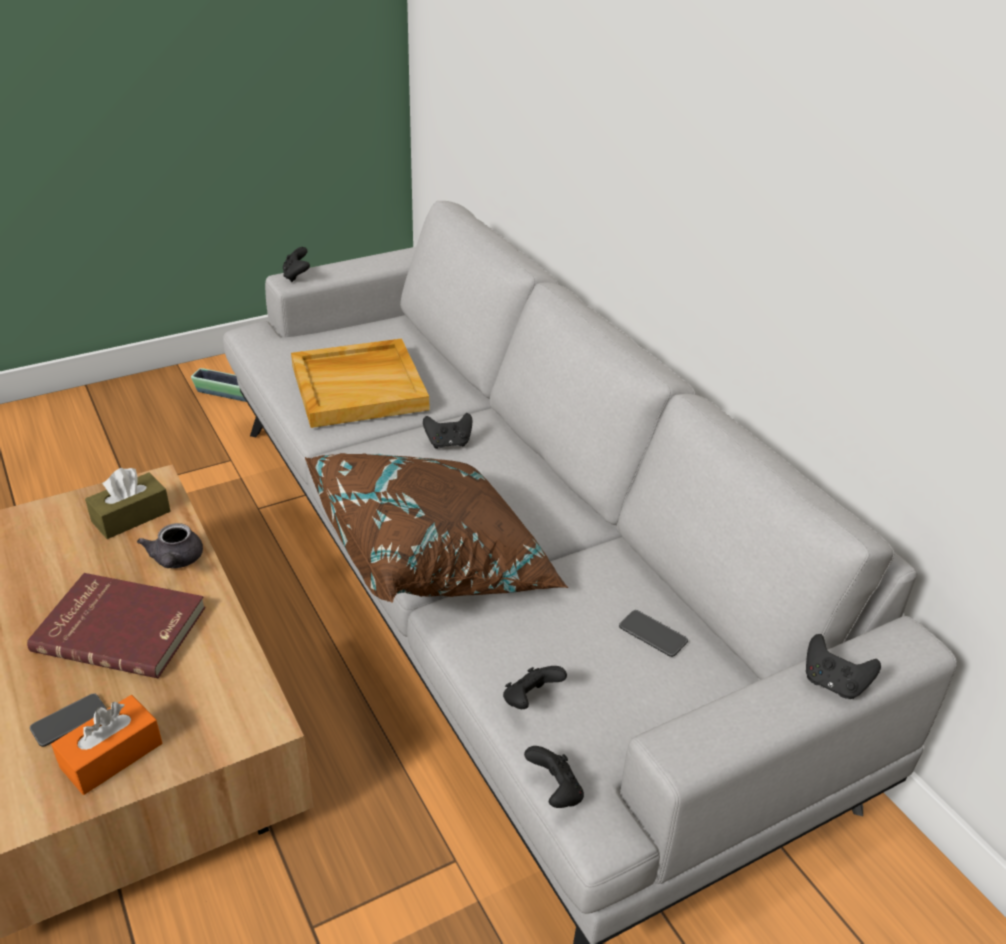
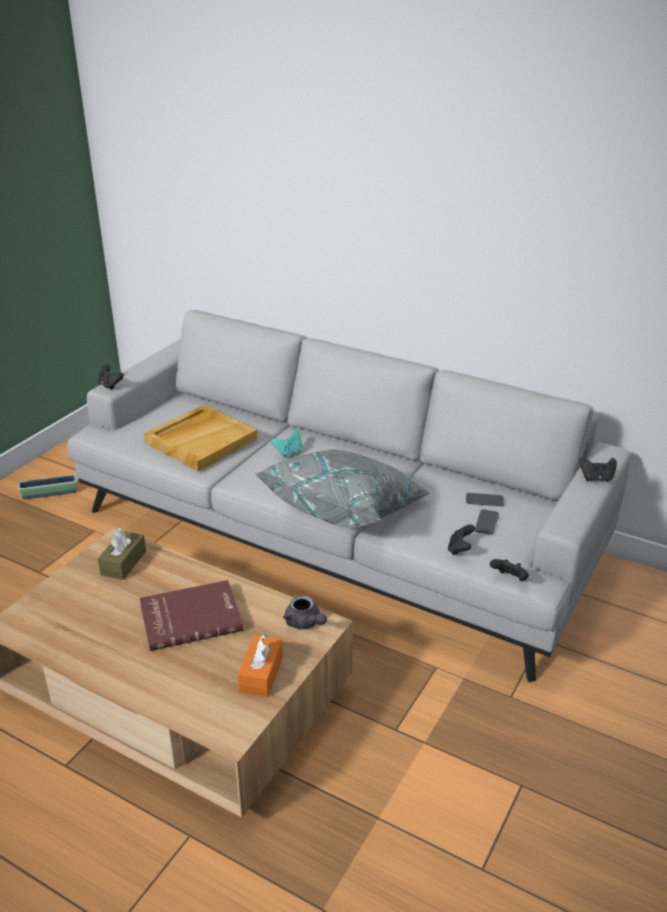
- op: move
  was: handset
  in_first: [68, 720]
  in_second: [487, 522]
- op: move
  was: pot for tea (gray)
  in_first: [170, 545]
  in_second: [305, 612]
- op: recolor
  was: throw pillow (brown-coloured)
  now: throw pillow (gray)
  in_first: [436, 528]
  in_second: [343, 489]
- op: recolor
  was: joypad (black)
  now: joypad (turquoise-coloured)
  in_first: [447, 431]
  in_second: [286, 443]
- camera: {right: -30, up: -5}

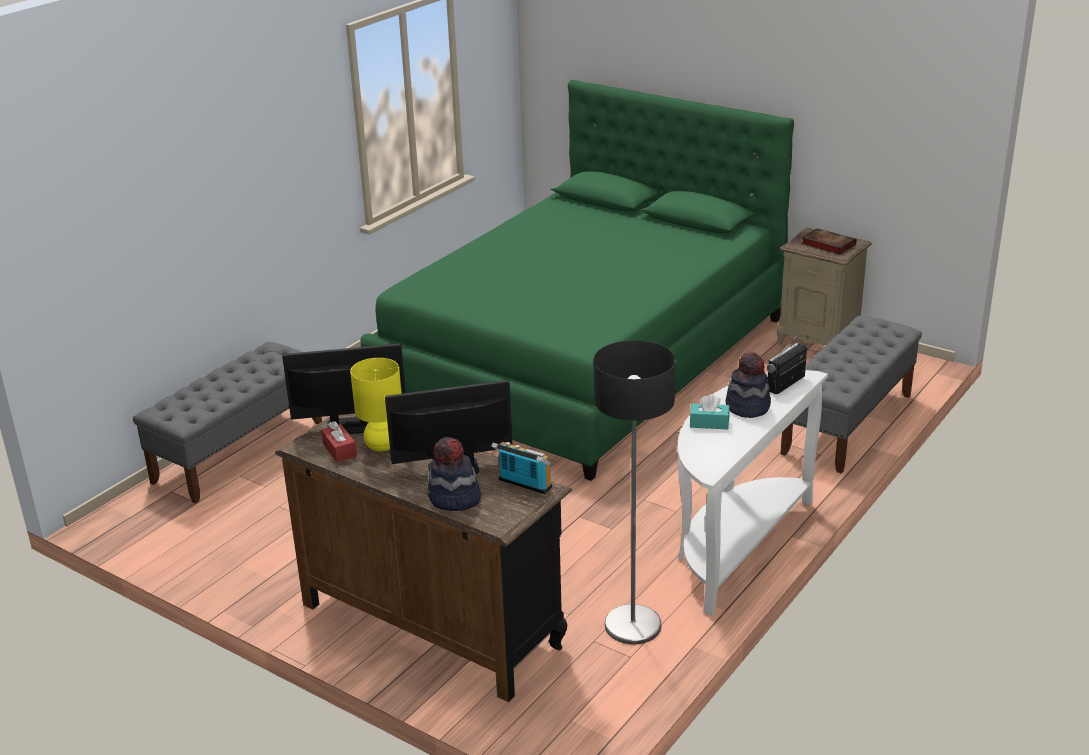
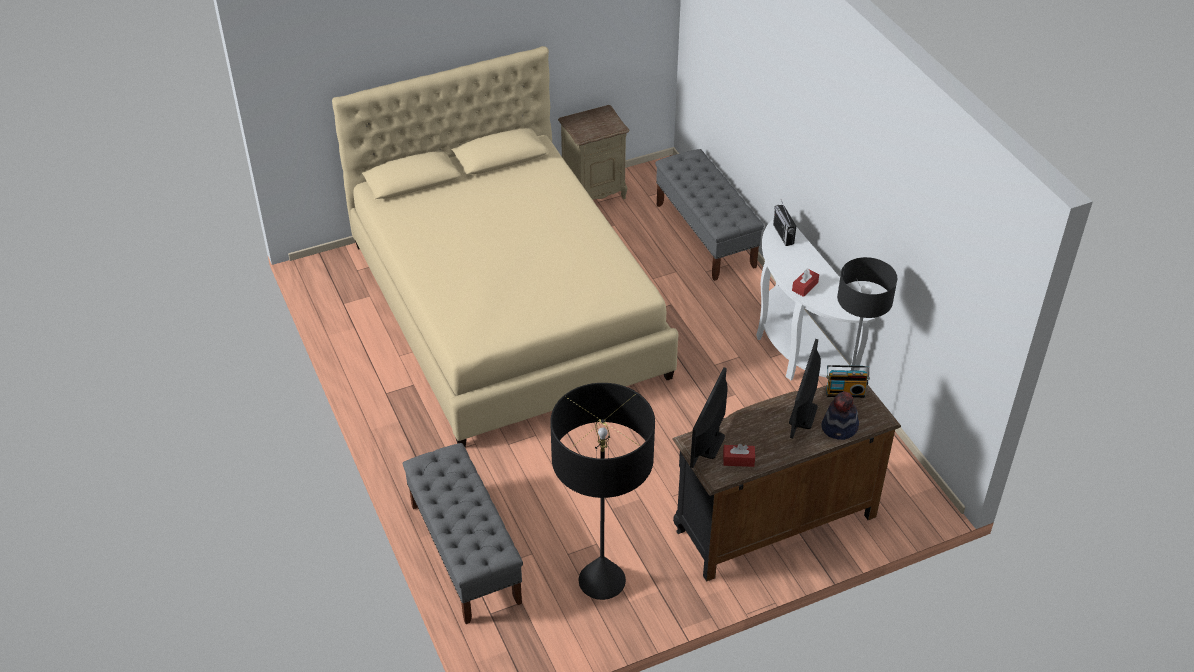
- op: delete
  was: lamp for a table (yellow)
  in_first: [376, 405]
- op: delete
  was: hat
  in_first: [748, 385]
- op: delete
  was: volume
  in_first: [829, 241]
- op: insert
  now: standing lamp (black)
  in_second: [602, 491]
- op: recolor
  was: sleeping bed (green-coloured)
  now: sleeping bed (sand-coloured)
  in_first: [577, 280]
  in_second: [505, 246]
- op: recolor
  was: tissue box (turquoise-coloured)
  now: tissue box (red)
  in_first: [710, 411]
  in_second: [805, 282]
- op: rotate
  was: radio set
  in_first: [521, 468]
  in_second: [848, 381]
  clockwise: -150
- camera: {right: -60, up: 15}

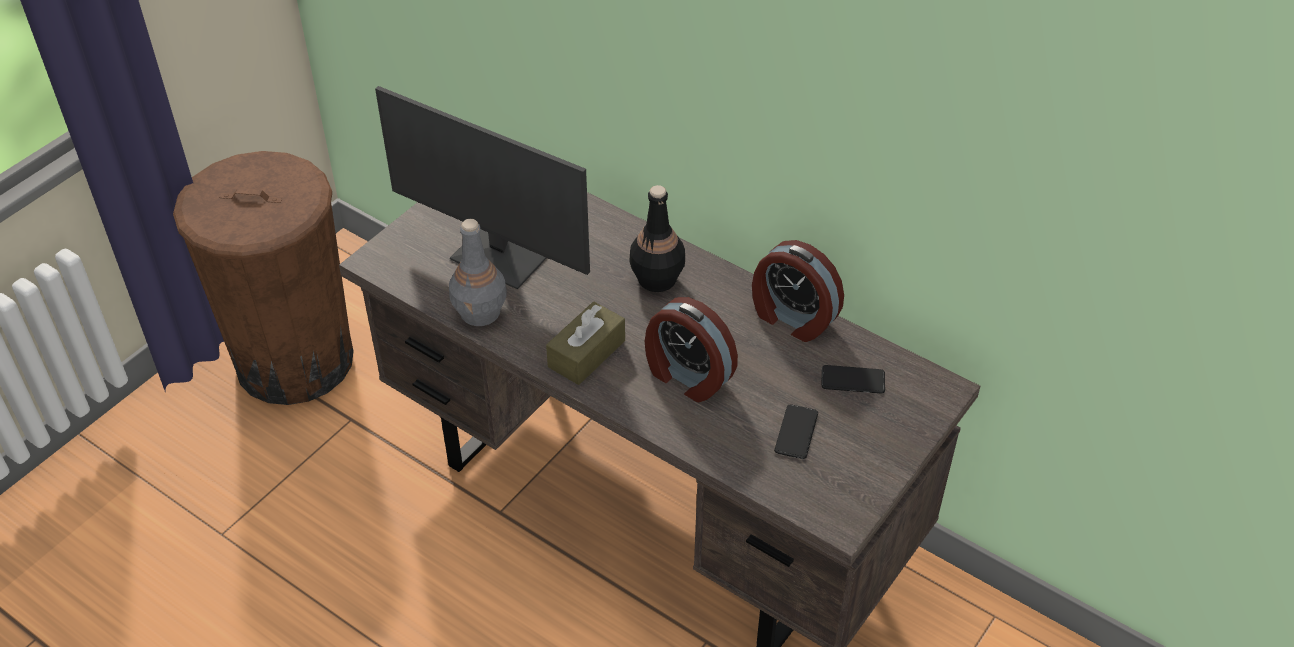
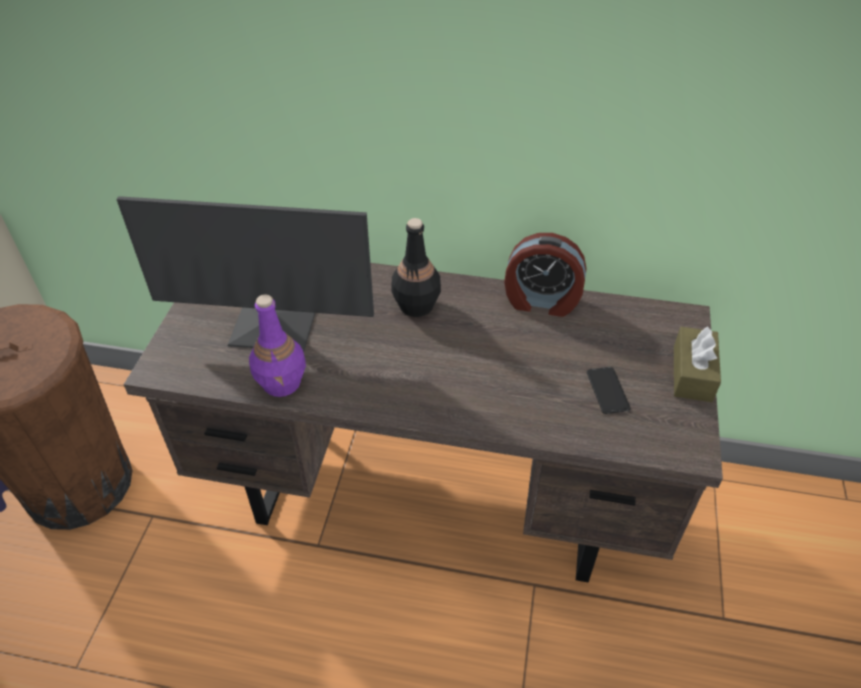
- op: delete
  was: table clock
  in_first: [691, 349]
- op: delete
  was: handset
  in_first: [853, 379]
- op: move
  was: tissue box (brown-coloured)
  in_first: [585, 343]
  in_second: [697, 364]
- op: recolor
  was: bottle (gray)
  now: bottle (purple-coloured)
  in_first: [478, 272]
  in_second: [277, 345]
- camera: {right: -25, up: 0}

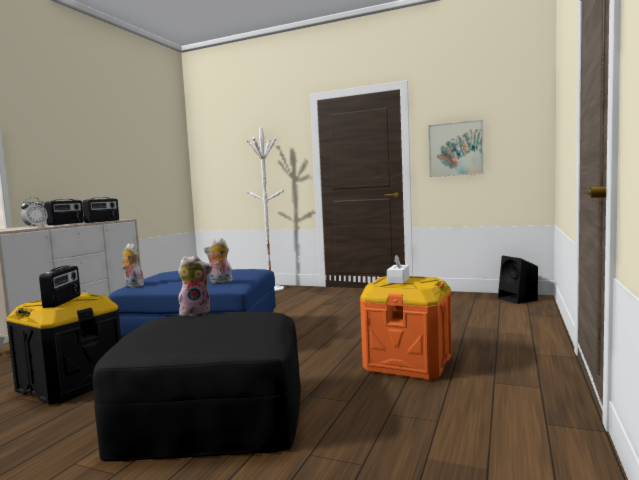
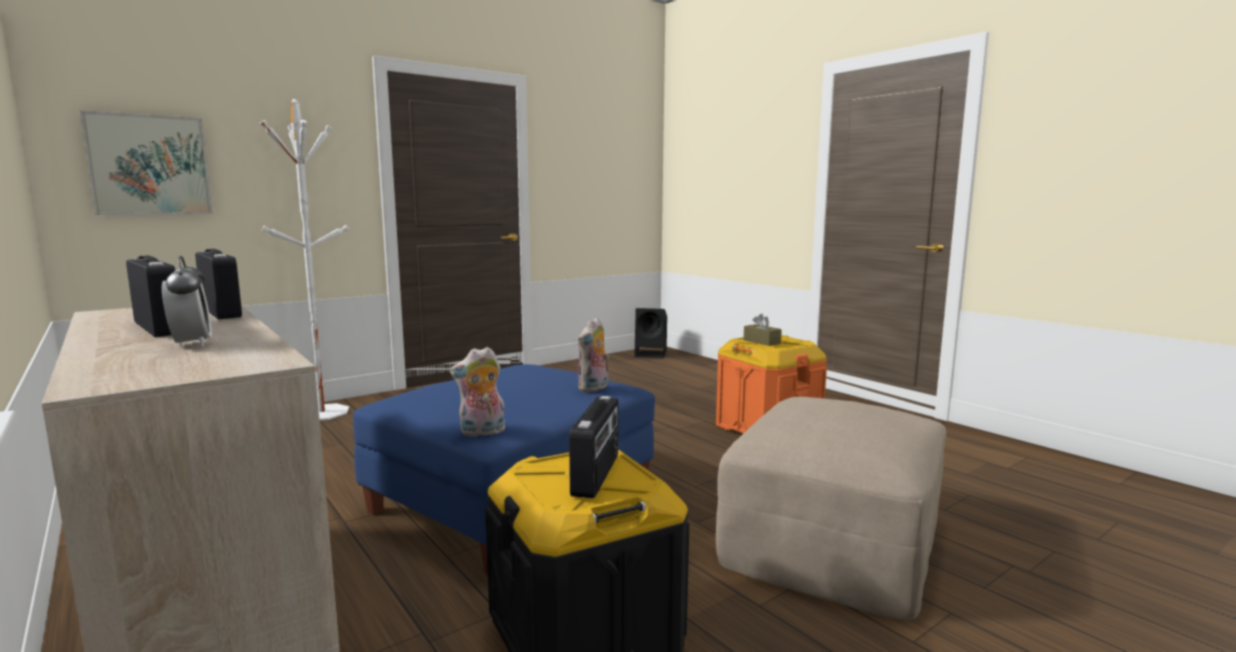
- op: delete
  was: soft toy
  in_first: [195, 285]
- op: move
  was: wall picture
  in_first: [456, 148]
  in_second: [146, 162]
- op: recolor
  was: pouffe (black)
  now: pouffe (sand-coloured)
  in_first: [197, 386]
  in_second: [831, 509]
- op: recolor
  was: tissue box (white-coloured)
  now: tissue box (brown-coloured)
  in_first: [398, 269]
  in_second: [763, 330]
- op: rotate
  was: radio set
  in_first: [60, 286]
  in_second: [593, 447]
  clockwise: 75
- camera: {right: -60, up: 5}

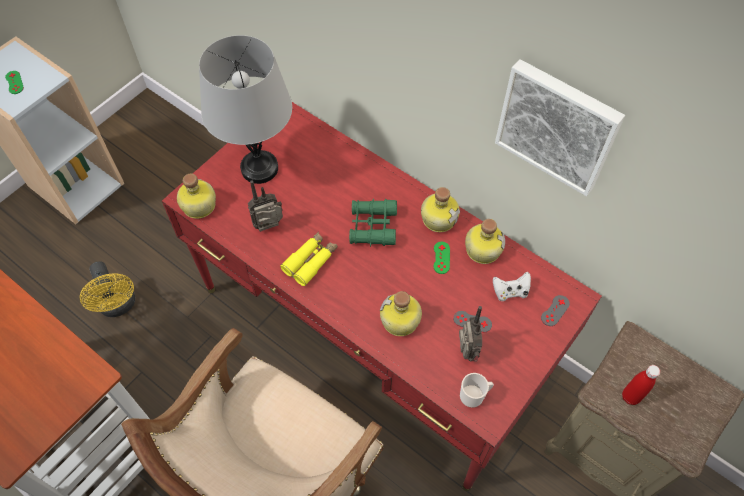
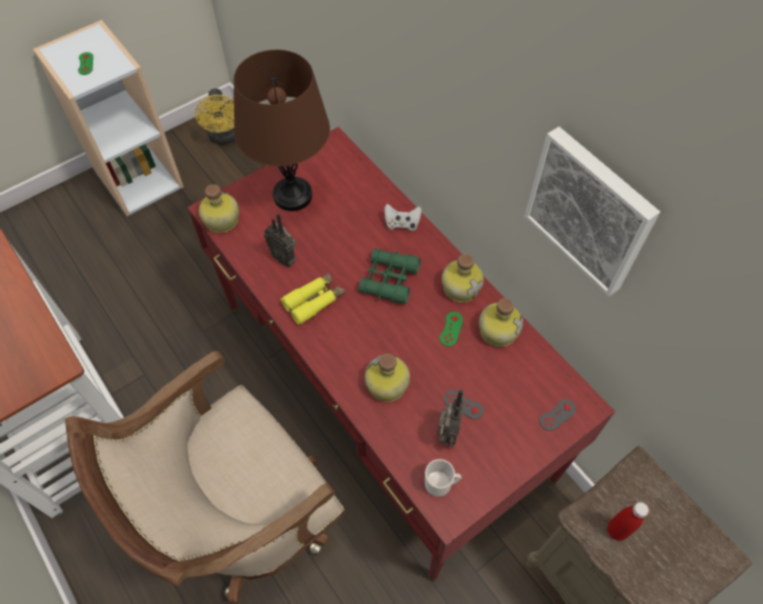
- op: move
  was: electric fan (yellow)
  in_first: [107, 289]
  in_second: [215, 116]
- op: move
  was: joypad (white-coloured)
  in_first: [512, 286]
  in_second: [403, 217]
- op: recolor
  was: lamp for a table (gray)
  now: lamp for a table (brown-coloured)
  in_first: [245, 109]
  in_second: [282, 130]
- op: rotate
  was: radio set
  in_first: [265, 206]
  in_second: [280, 239]
  clockwise: -135
- camera: {right: 15, up: 0}

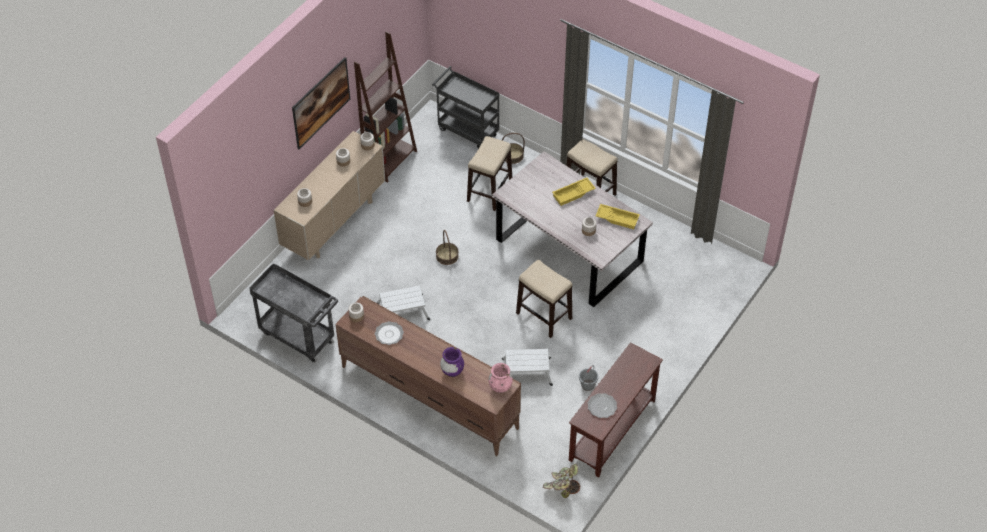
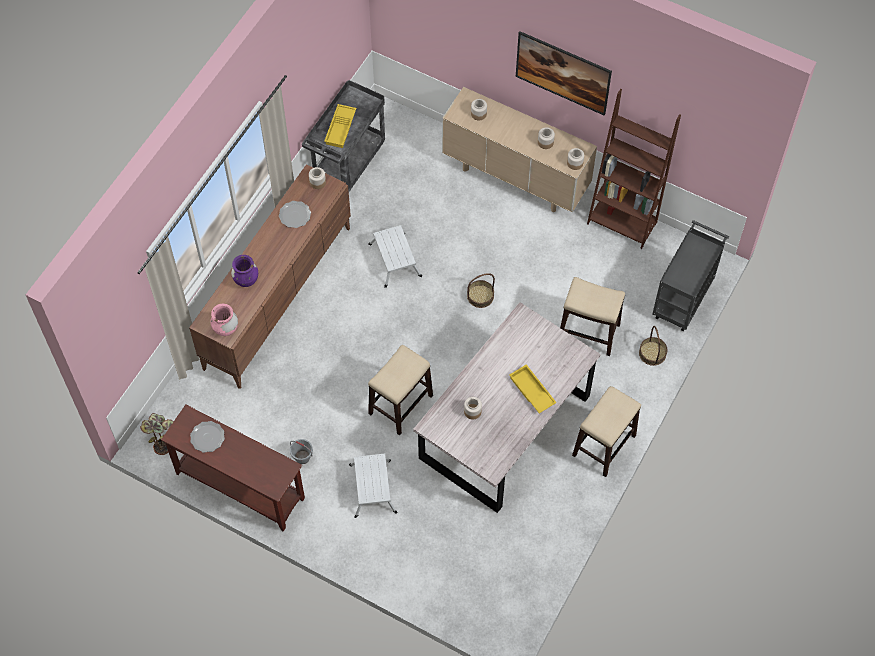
- op: move
  was: step ladder (white-coloured)
  in_first: [527, 367]
  in_second: [373, 485]
- op: move
  was: carrying tray (yellow)
  in_first: [618, 216]
  in_second: [340, 126]
- camera: {right: 85, up: 10}

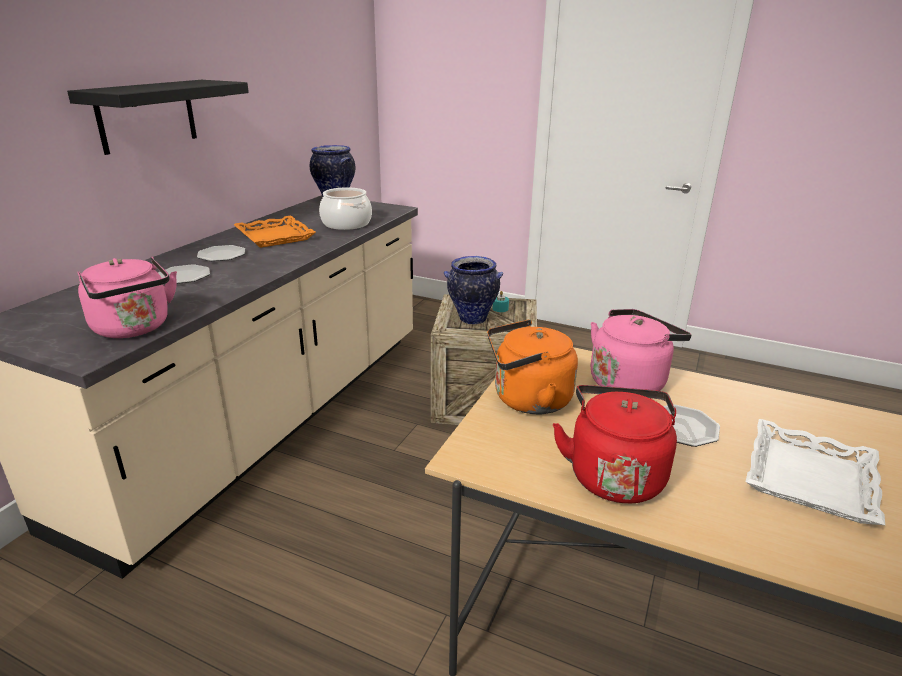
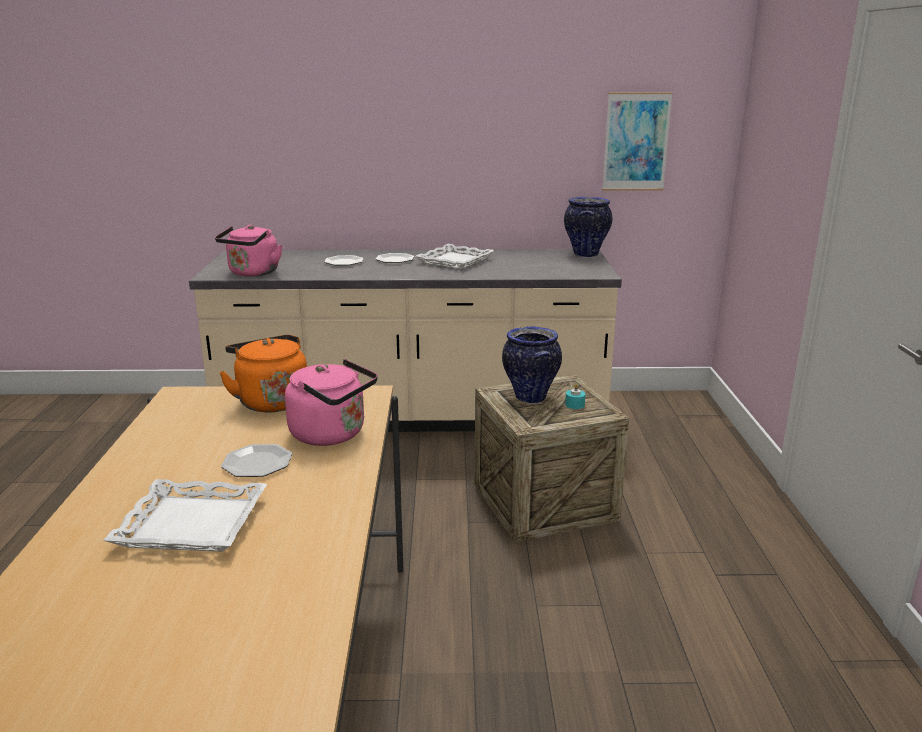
- op: delete
  was: wall shelf (black)
  in_first: [158, 117]
- op: delete
  was: saucepot
  in_first: [345, 208]
- op: delete
  was: kettle (red)
  in_first: [615, 444]
- op: insert
  now: wall picture
  in_second: [637, 141]
- op: recolor
  was: carrying tray (orange-coloured)
  now: carrying tray (white-coloured)
  in_first: [275, 231]
  in_second: [454, 256]
- camera: {right: 65, up: -5}

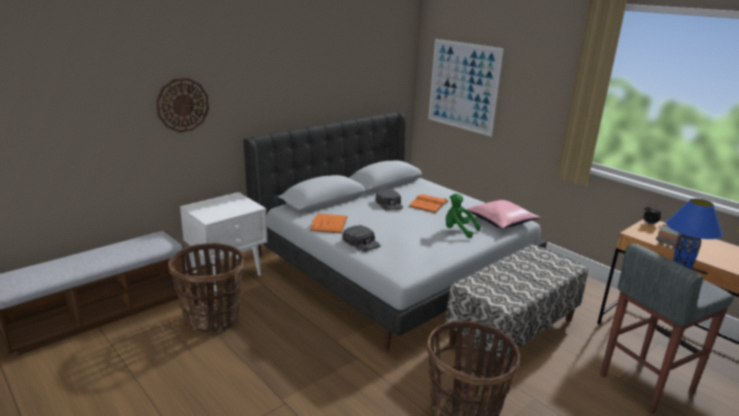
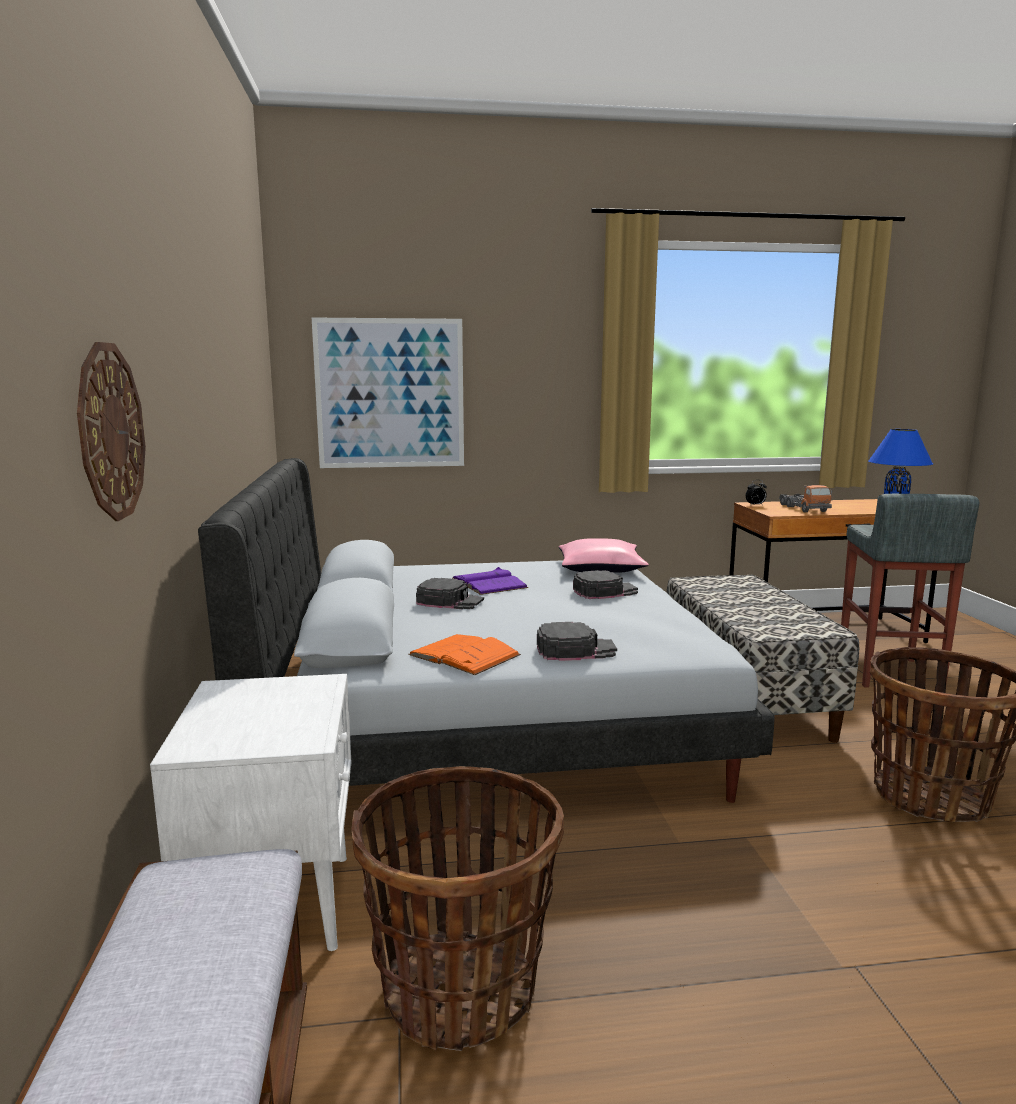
- op: replace
  was: soft toy (green-coloured)
  now: peaked cap (black)
  in_first: [463, 215]
  in_second: [605, 584]
- op: recolor
  was: volume (orange-coloured)
  now: volume (purple-coloured)
  in_first: [428, 203]
  in_second: [490, 581]
- camera: {right: -55, up: -10}

